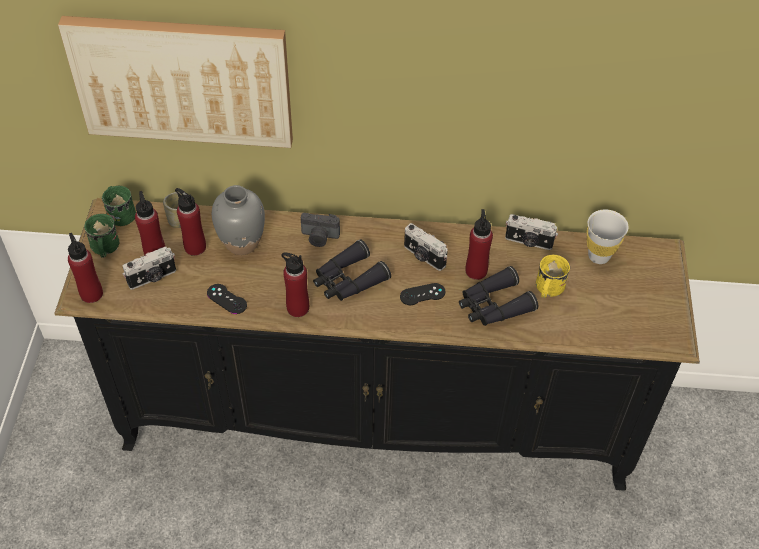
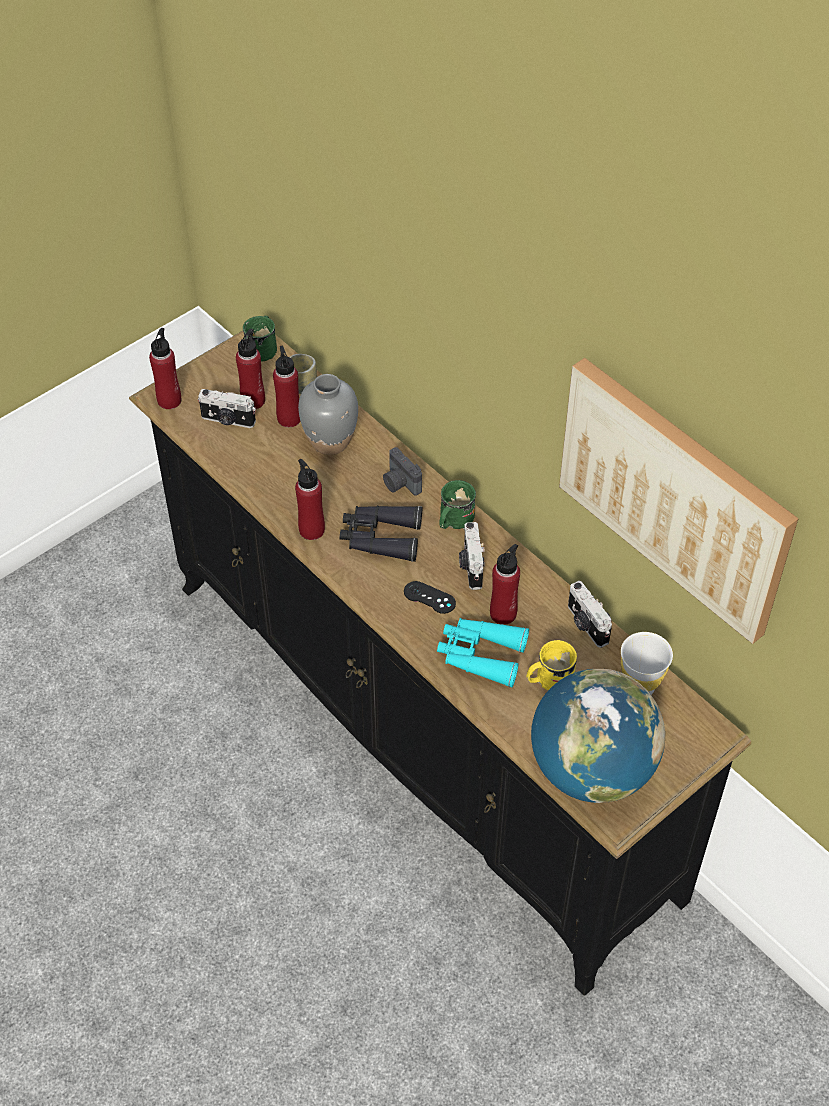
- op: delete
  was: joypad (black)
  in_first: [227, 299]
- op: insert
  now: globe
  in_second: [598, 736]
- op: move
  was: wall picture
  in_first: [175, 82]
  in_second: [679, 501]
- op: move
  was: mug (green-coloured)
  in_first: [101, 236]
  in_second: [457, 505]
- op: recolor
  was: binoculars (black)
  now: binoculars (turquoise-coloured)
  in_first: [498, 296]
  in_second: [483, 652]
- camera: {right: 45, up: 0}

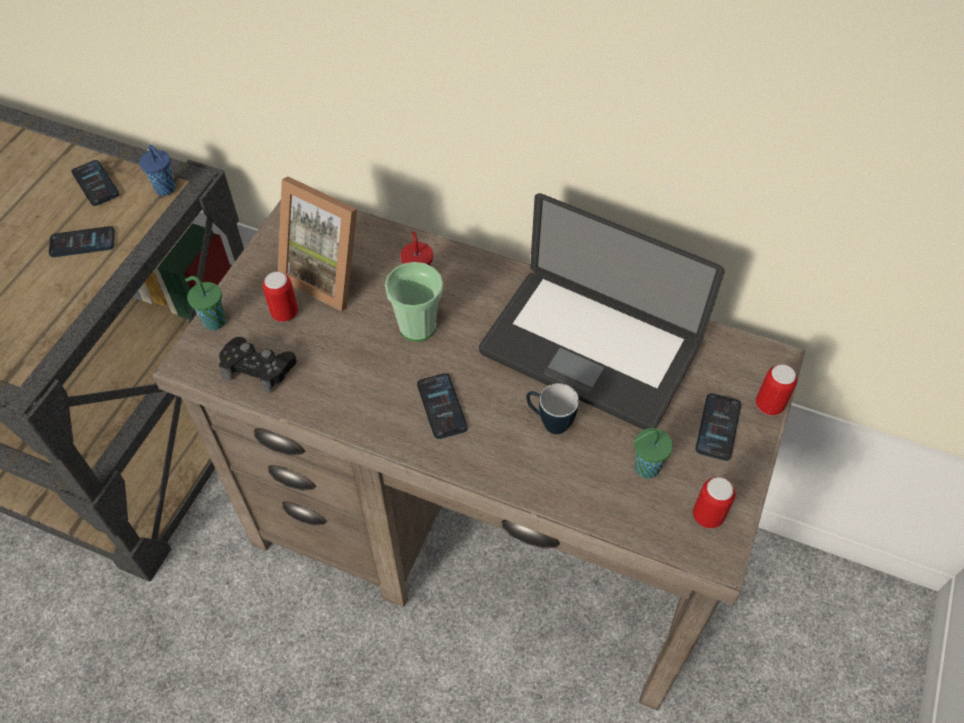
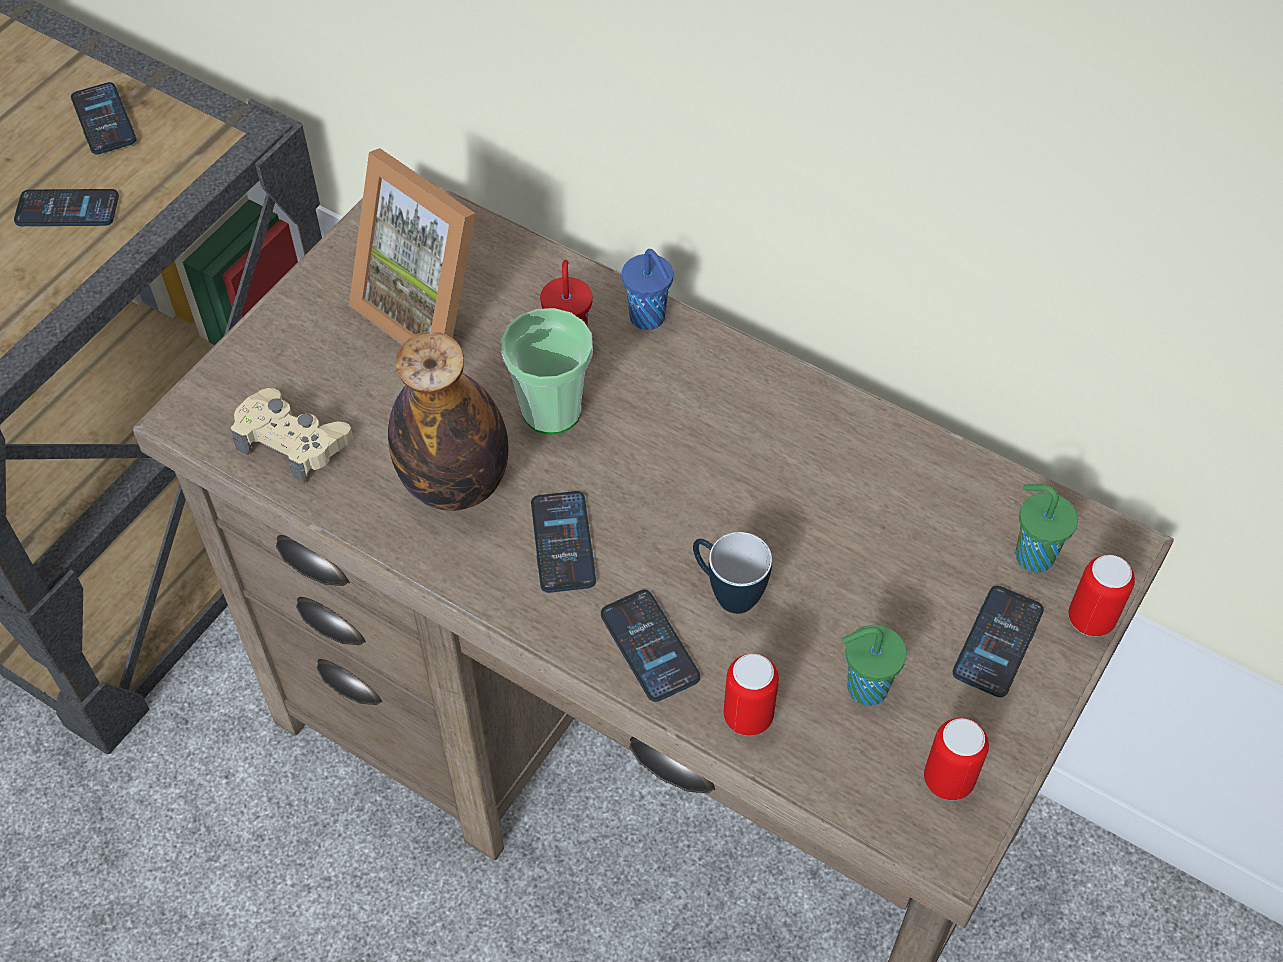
- op: delete
  was: portable computer
  in_first: [602, 311]
- op: insert
  now: bottle
  in_second: [448, 421]
- op: insert
  now: handset
  in_second: [650, 646]
- op: move
  was: small cup (blue)
  in_first: [157, 170]
  in_second: [647, 289]
- op: move
  was: small cup (green-coloured)
  in_first: [205, 303]
  in_second: [1046, 528]
- op: move
  was: can
  in_first: [280, 297]
  in_second: [751, 695]
- op: recolor
  was: joypad (black)
  now: joypad (sand-coloured)
  in_first: [258, 365]
  in_second: [292, 435]
- camera: {right: 10, up: 0}

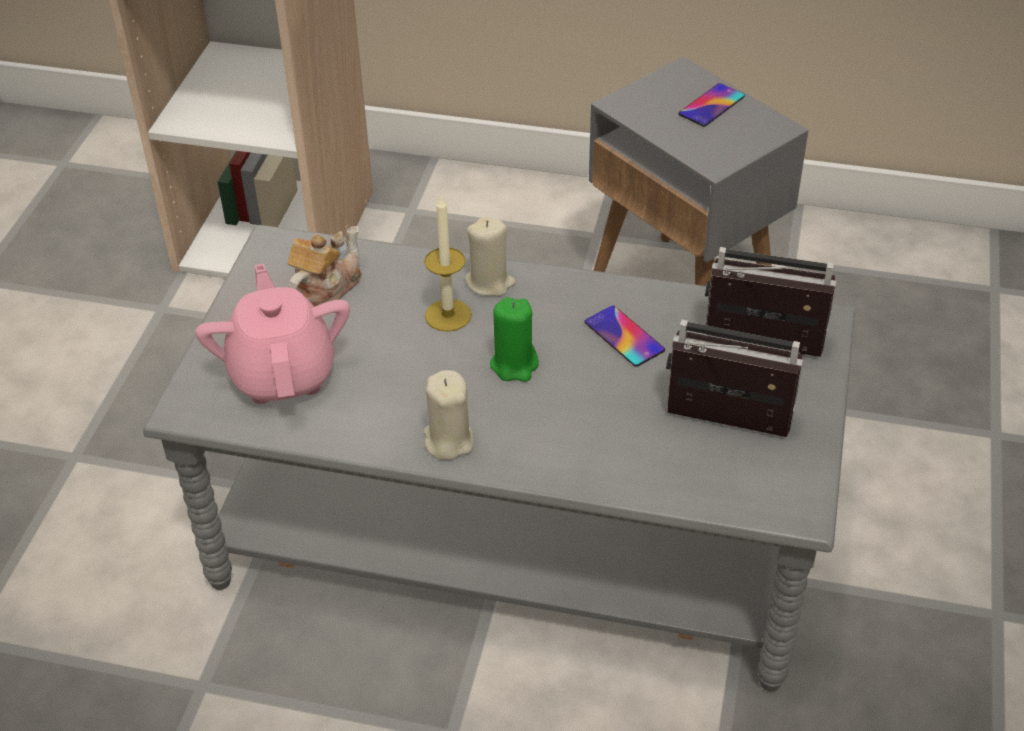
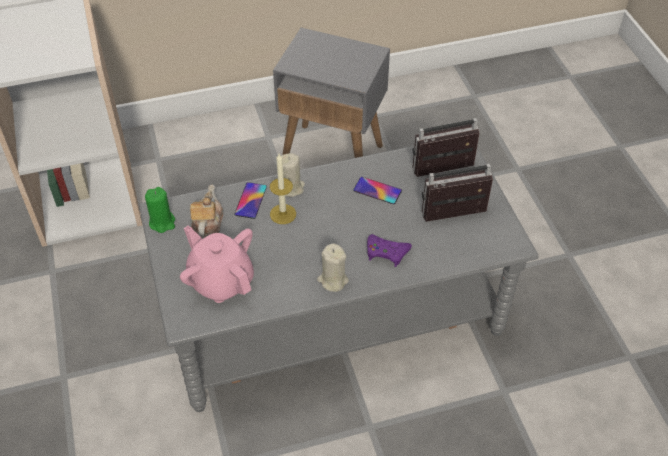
- op: insert
  now: joypad (purple-coloured)
  in_second: [389, 250]
- op: move
  was: wax candle (green-coloured)
  in_first: [514, 339]
  in_second: [160, 210]
- op: move
  was: handset
  in_first: [711, 104]
  in_second: [250, 200]
- camera: {right: -30, up: 5}

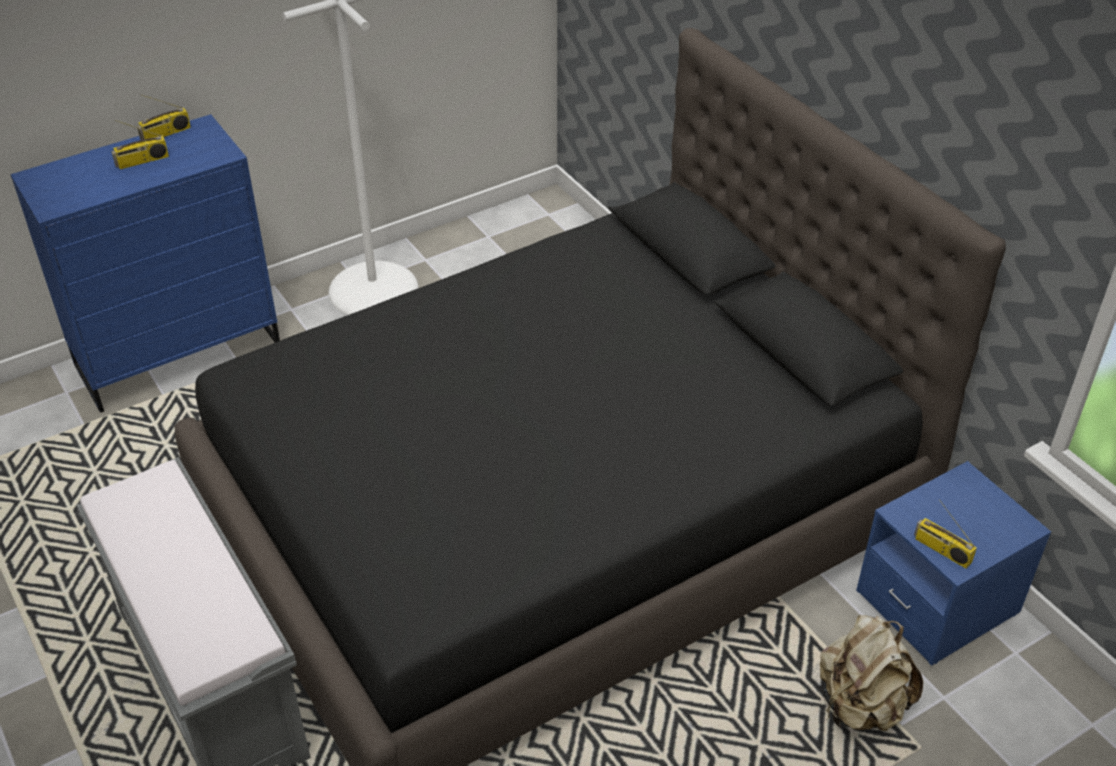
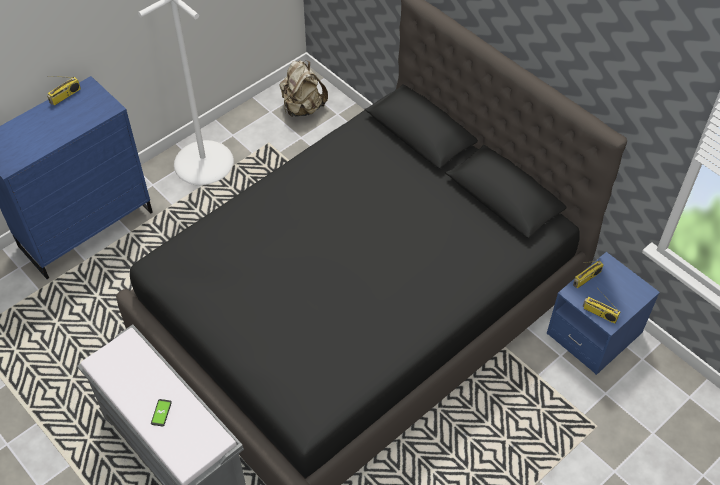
- op: insert
  now: handset
  in_second: [161, 413]
- op: move
  was: radio set
  in_first: [140, 144]
  in_second: [588, 274]
- op: move
  was: knapsack (sand-coloured)
  in_first: [871, 673]
  in_second: [303, 88]
- camera: {right: -10, up: 10}

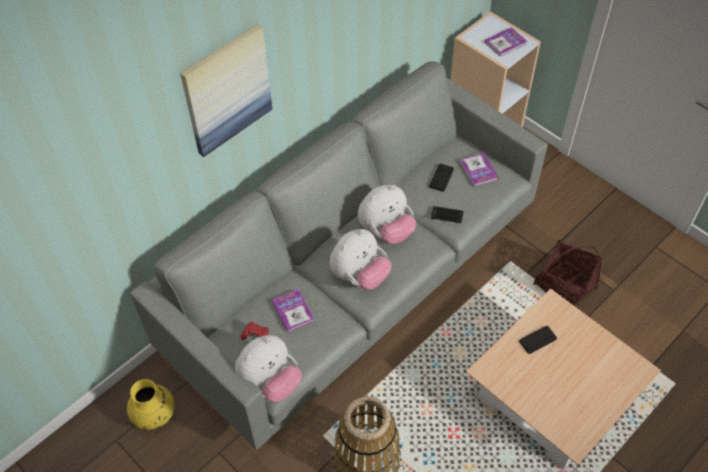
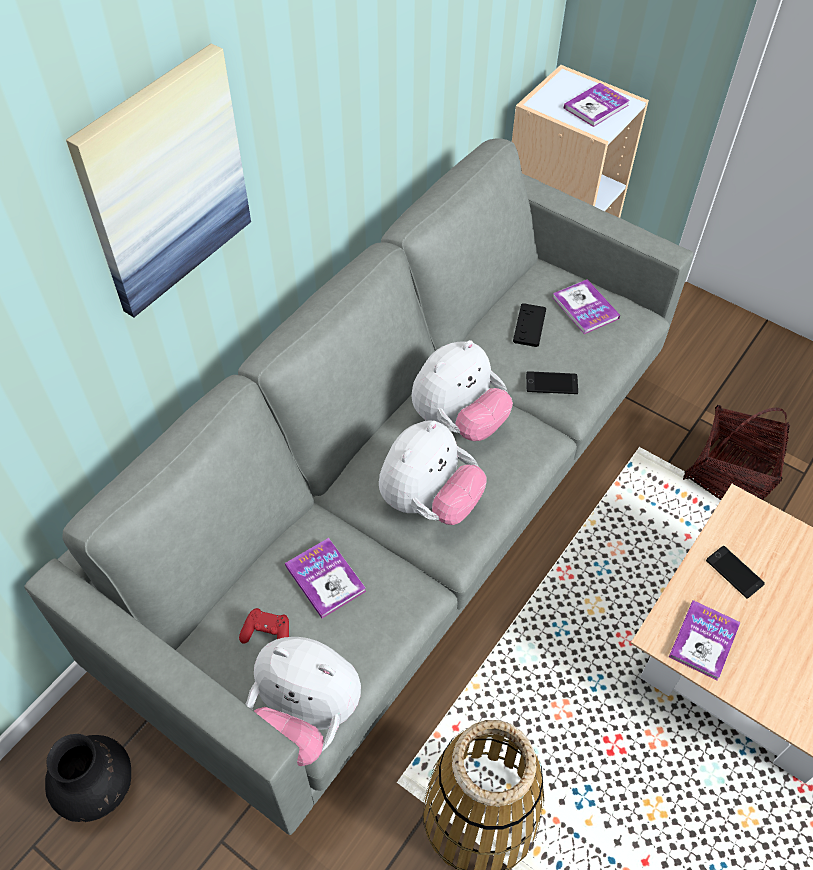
- op: insert
  now: volume
  in_second: [705, 640]
- op: replace
  was: joypad (black)
  now: handset
  in_first: [538, 339]
  in_second: [735, 572]
- op: recolor
  was: flower vase (yellow)
  now: flower vase (black)
  in_first: [150, 404]
  in_second: [88, 778]
- op: rotate
  was: soft toy
  in_first: [268, 368]
  in_second: [303, 701]
  clockwise: 75
- camera: {right: -10, up: 0}

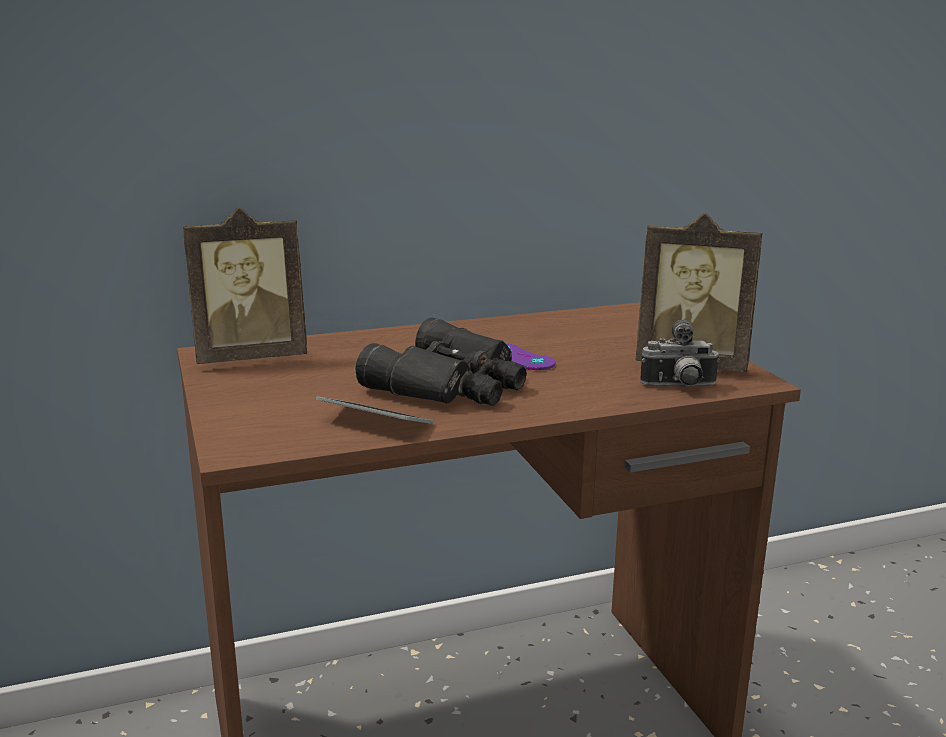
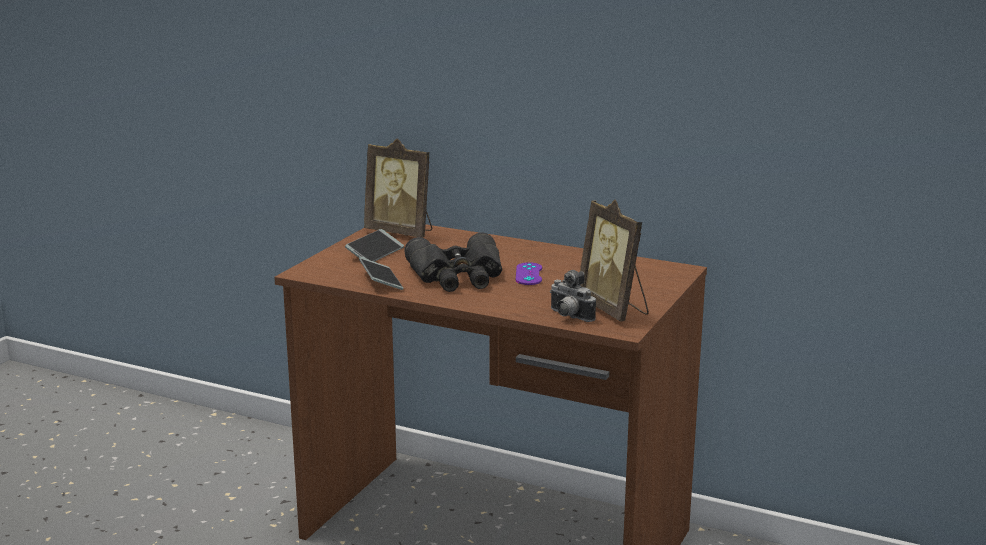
- op: insert
  now: handset
  in_second: [374, 245]
- camera: {right: 45, up: 0}

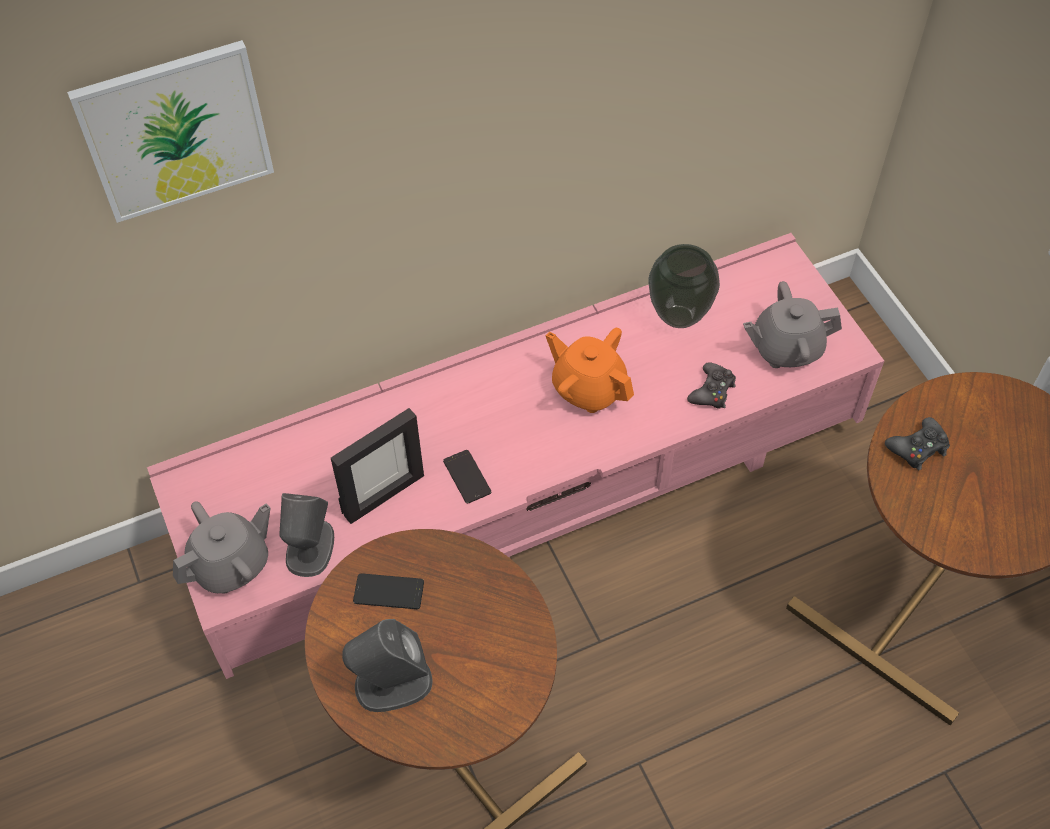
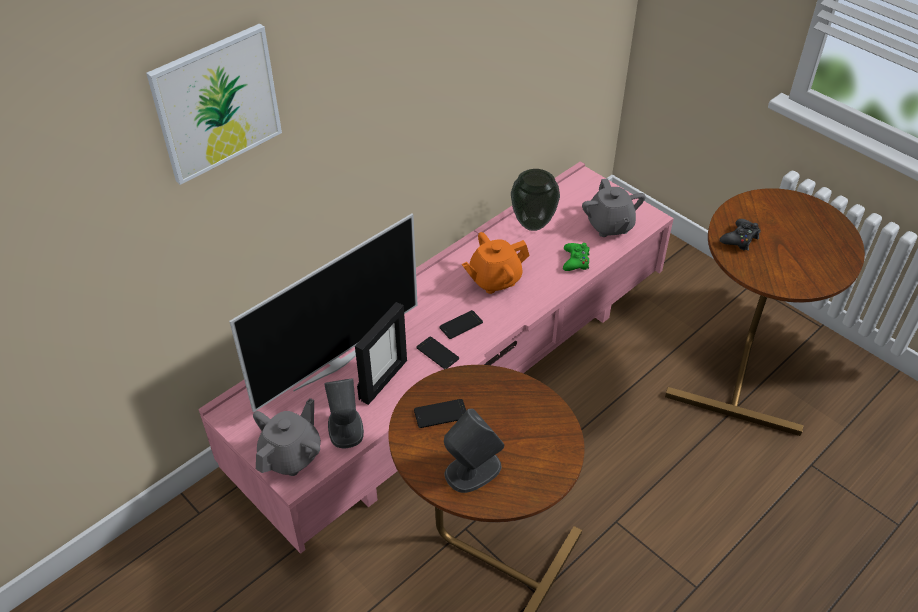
- op: insert
  now: television
  in_second: [323, 313]
- op: insert
  now: handset
  in_second: [461, 324]
- op: recolor
  was: joypad (black)
  now: joypad (green-coloured)
  in_first: [711, 385]
  in_second: [576, 257]
- op: rotate
  was: pot for tea (orange-coloured)
  in_first: [590, 370]
  in_second: [496, 263]
  clockwise: -45
- op: rotate
  was: pot for tea (gray)
  in_first: [792, 324]
  in_second: [614, 207]
  clockwise: -75
- camera: {right: -20, up: -10}

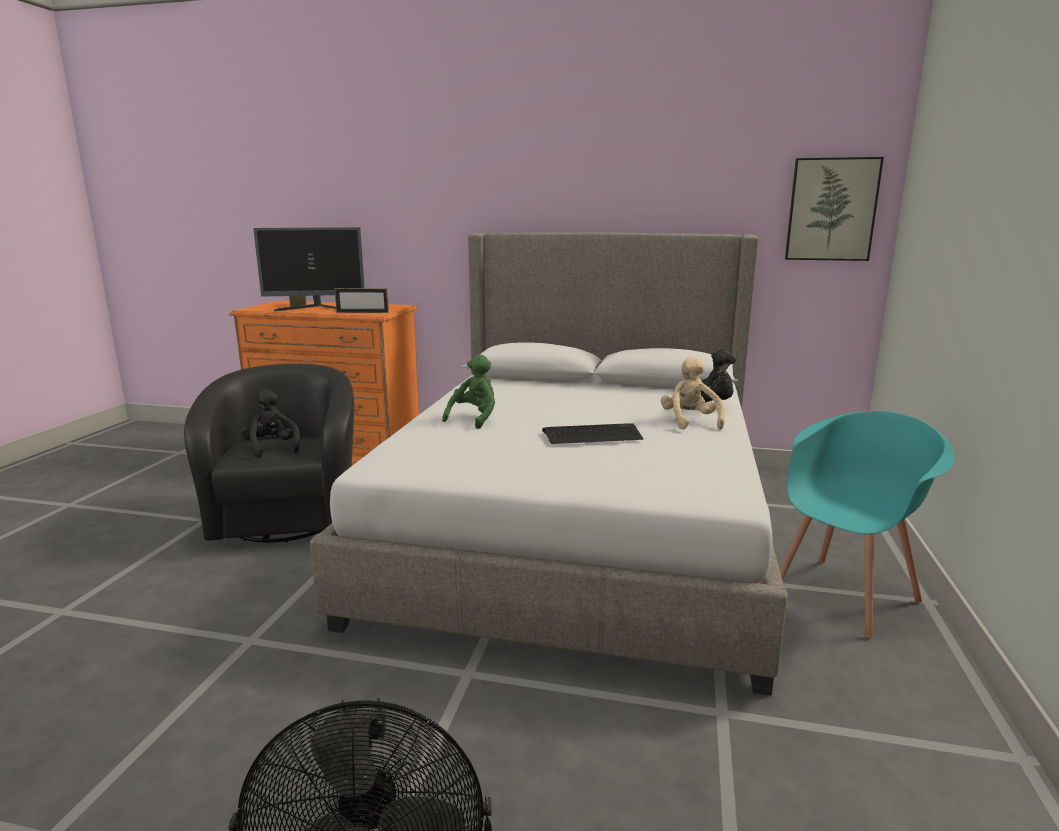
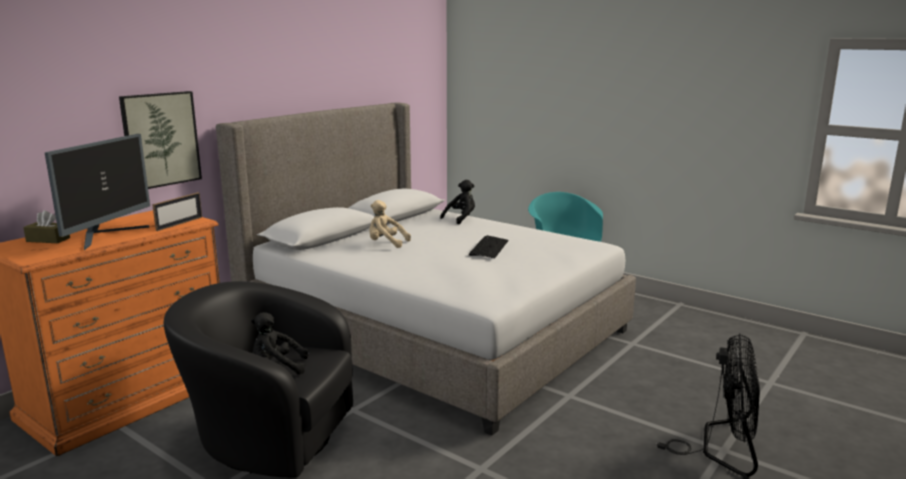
- op: delete
  was: soft toy (green-coloured)
  in_first: [468, 391]
- op: move
  was: soft toy (sand-coloured)
  in_first: [693, 393]
  in_second: [390, 224]
- op: move
  was: wall picture
  in_first: [834, 209]
  in_second: [160, 140]
- camera: {right: -65, up: 0}

